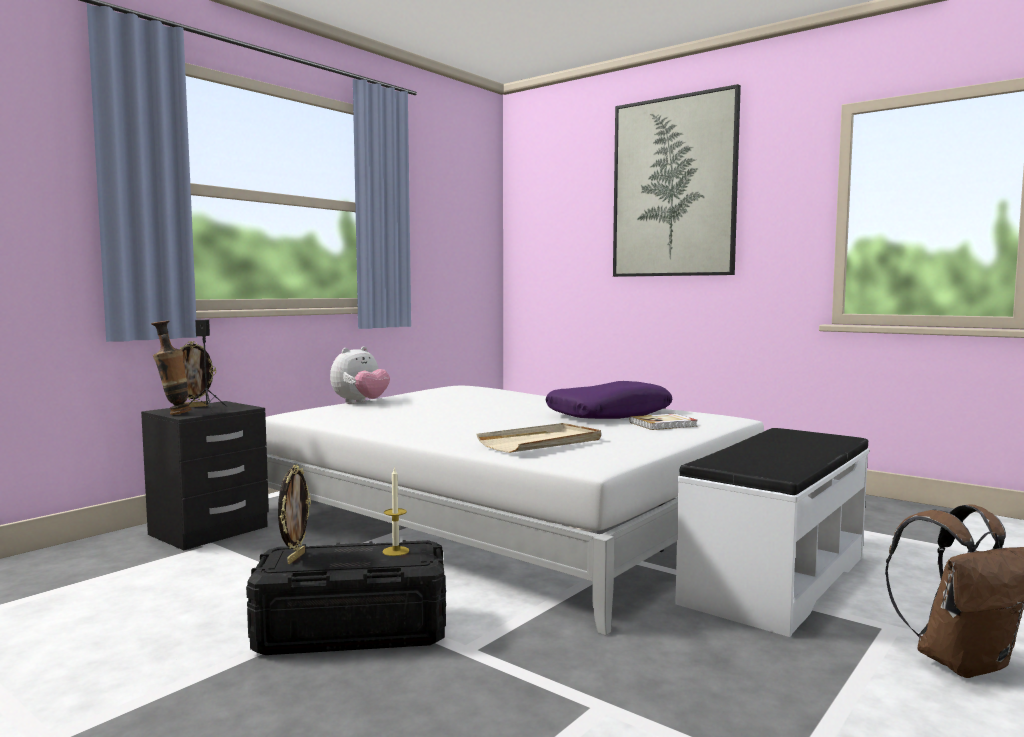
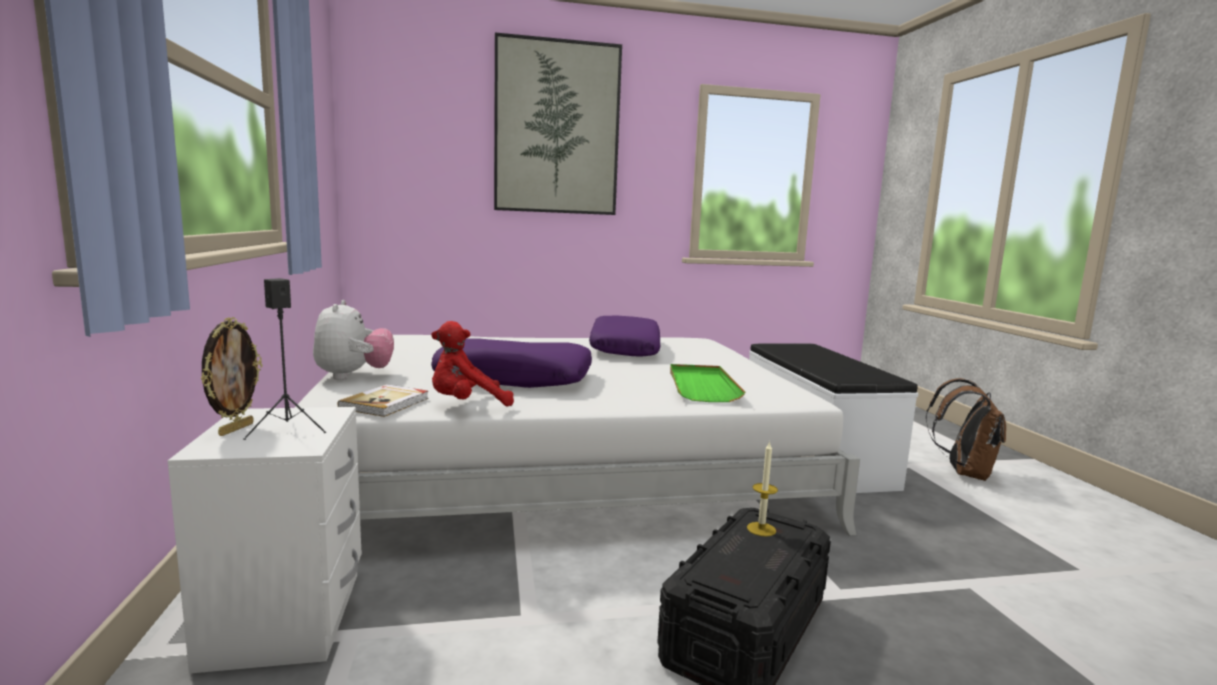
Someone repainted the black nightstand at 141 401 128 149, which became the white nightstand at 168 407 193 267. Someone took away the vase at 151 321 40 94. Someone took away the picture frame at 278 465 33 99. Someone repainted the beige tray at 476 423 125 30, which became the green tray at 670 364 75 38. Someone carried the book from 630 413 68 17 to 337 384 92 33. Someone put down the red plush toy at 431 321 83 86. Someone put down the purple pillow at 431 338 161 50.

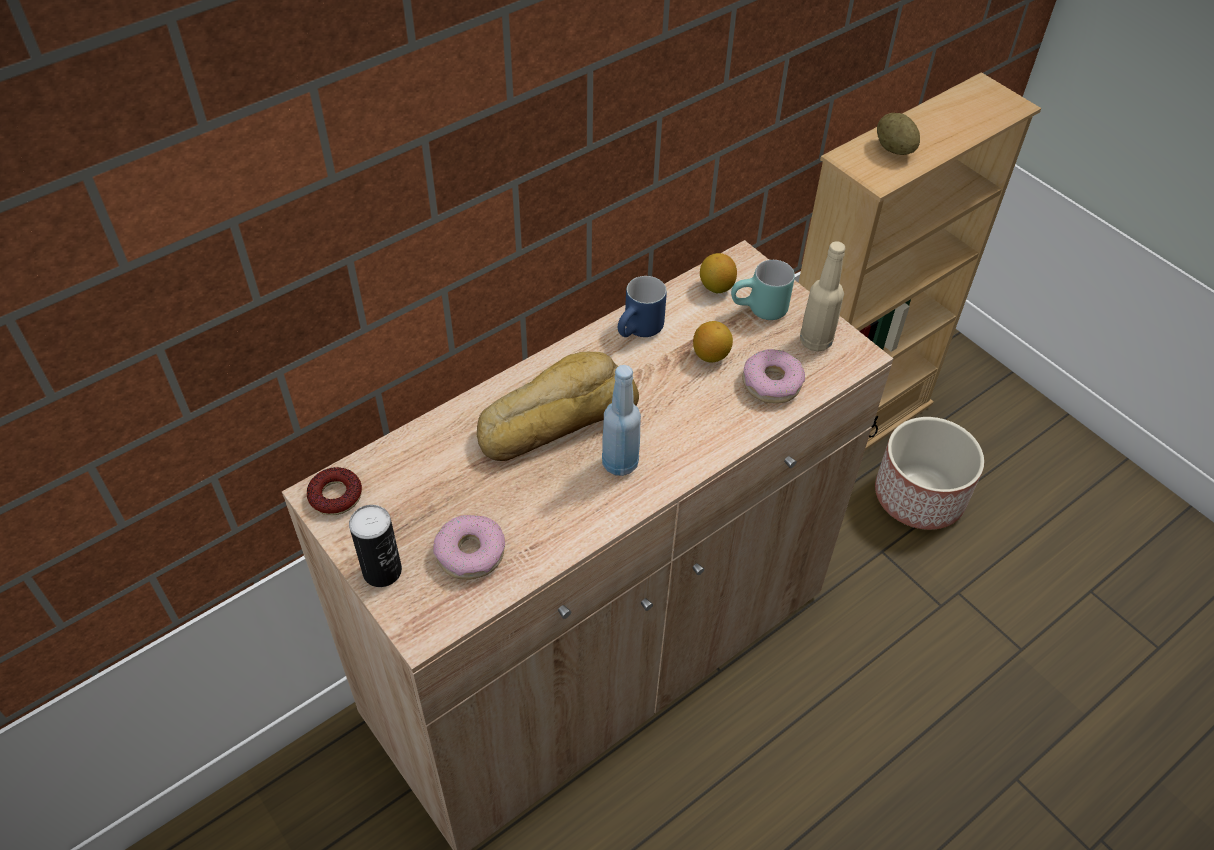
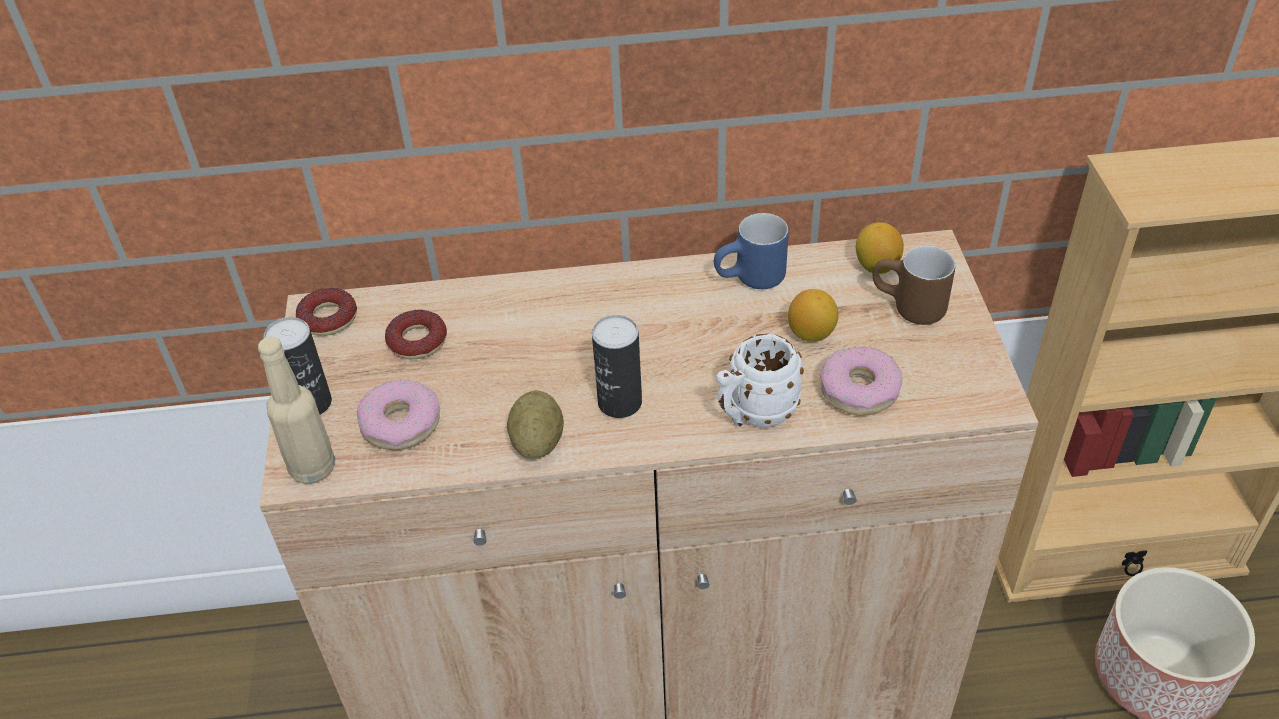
Someone took away the bread at 476 352 163 109. Someone swapped the blue bottle at 602 365 39 111 for the can at 592 315 50 103. Someone repainted the turquoise mug at 731 260 64 60, which became the brown mug at 872 246 83 79. Someone carried the beige bottle from 800 241 46 111 to 258 337 77 147. Someone carried the potato from 877 113 43 42 to 507 390 57 69. Someone put down the donut at 385 310 62 49. Someone put down the white mug at 716 334 88 93.

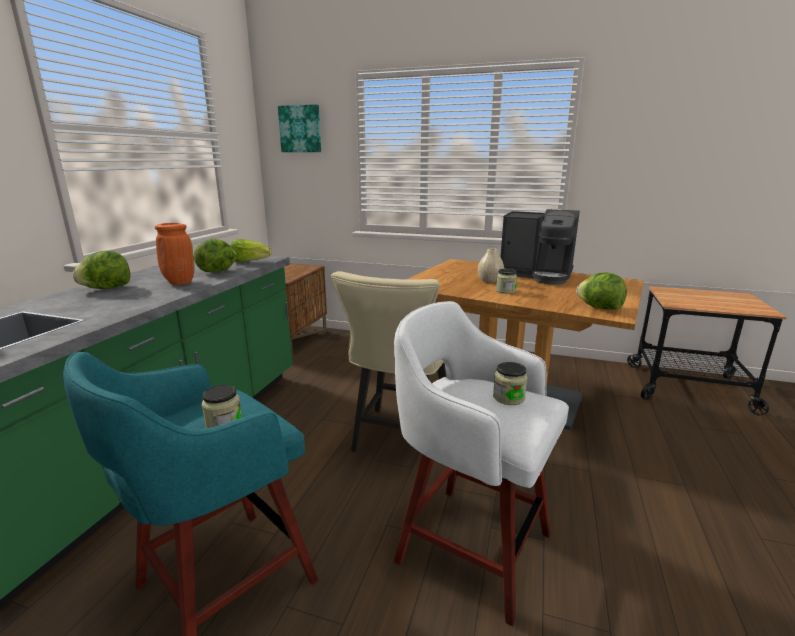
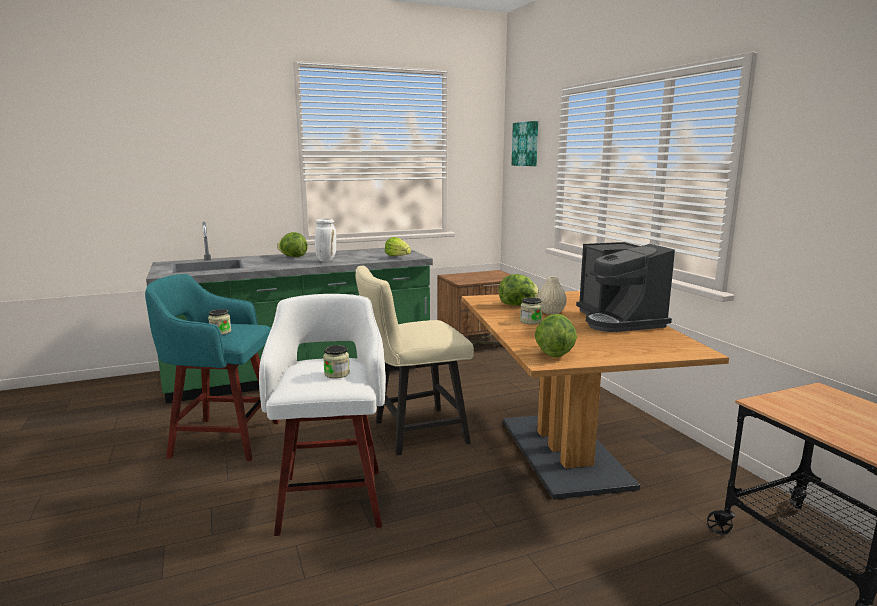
Someone repainted the orange vase at 155 223 39 62, which became the white vase at 315 219 21 43. Someone carried the lettuce from 194 239 42 33 to 499 274 40 31.

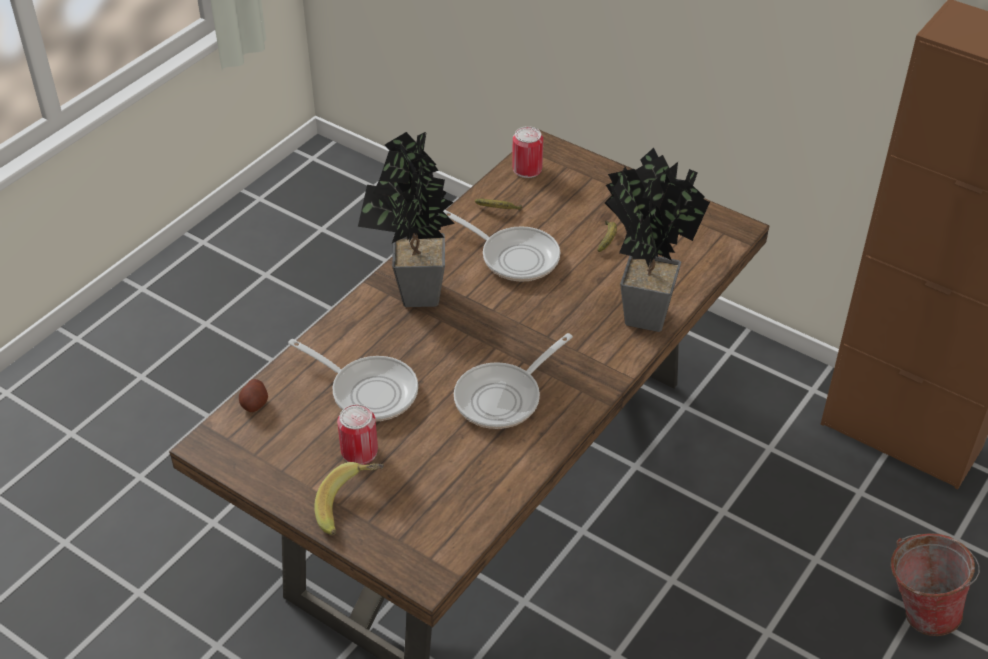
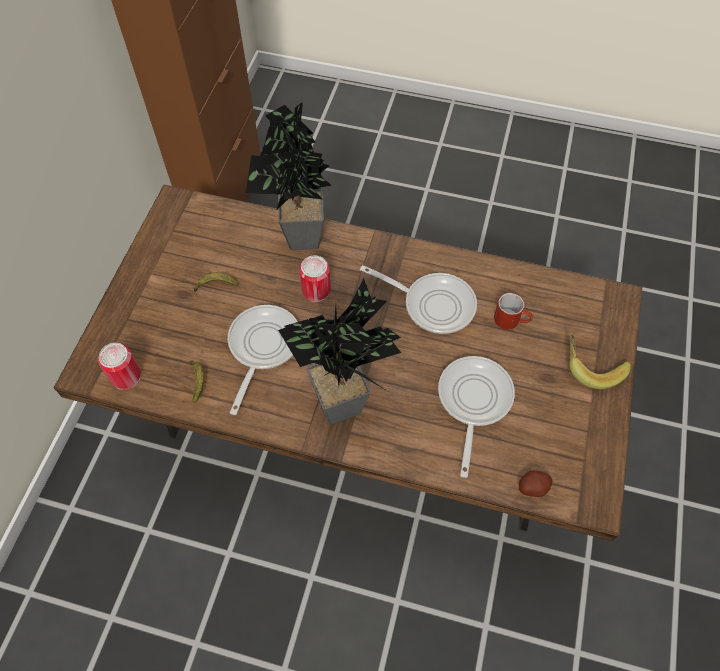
Someone carried the can from 337 404 41 61 to 299 255 32 47. Someone took away the bucket at 891 533 89 103. Someone put down the red mug at 494 293 39 37.

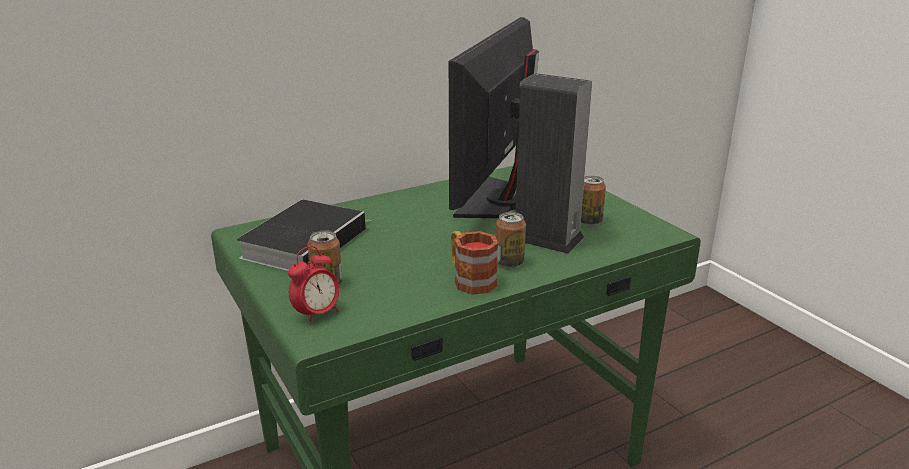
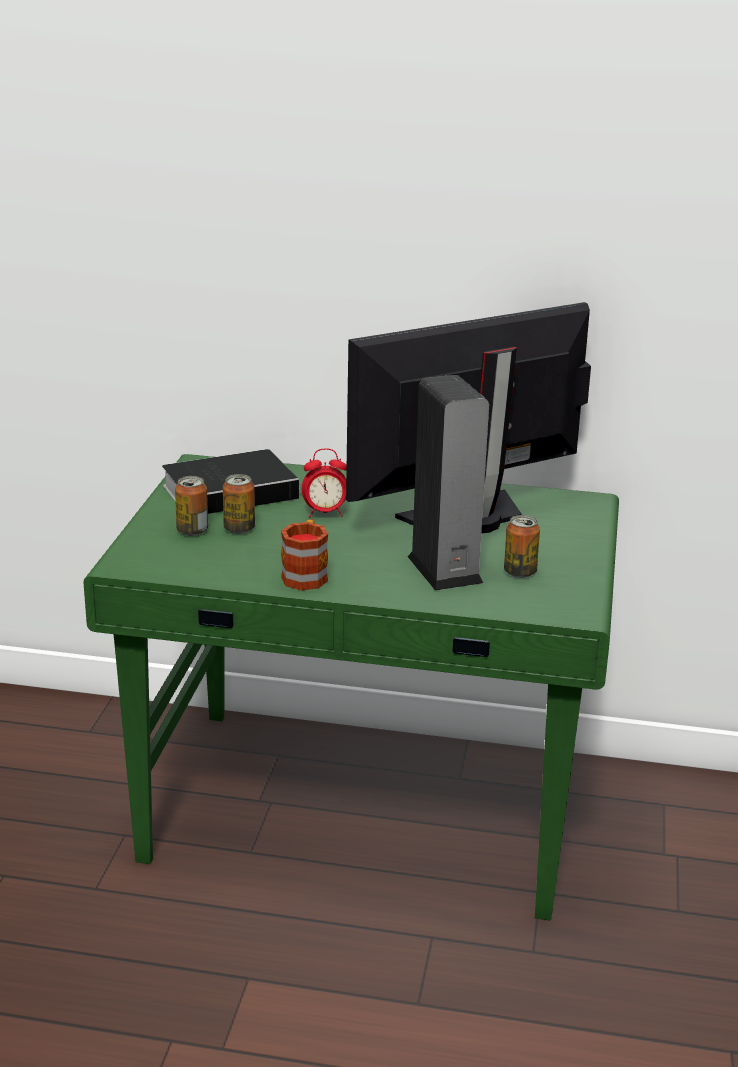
Someone carried the alarm clock from 288 246 51 79 to 302 448 45 69. Someone carried the can from 496 212 30 56 to 223 474 32 60.

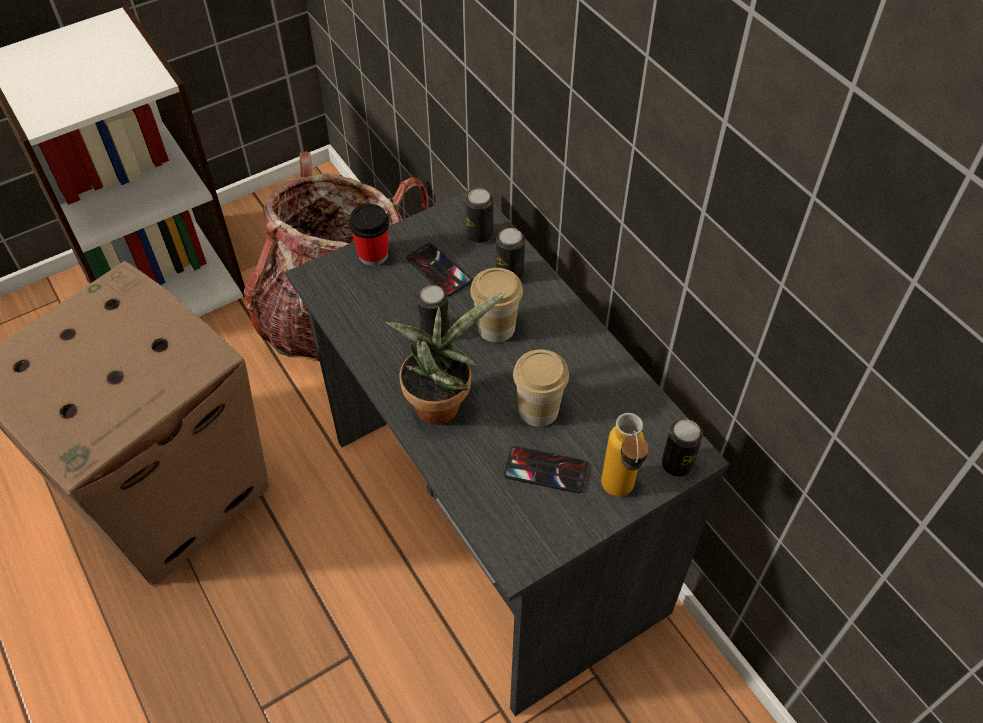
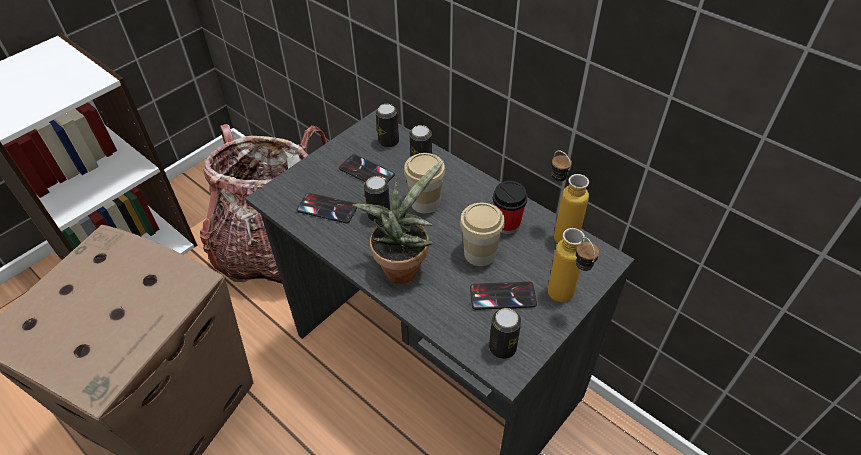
Someone carried the cup from 349 204 40 62 to 493 181 35 53. Someone carried the can from 662 419 41 58 to 489 308 32 51. Someone put down the phone at 297 193 60 30. Someone put down the bottle at 551 151 38 93.

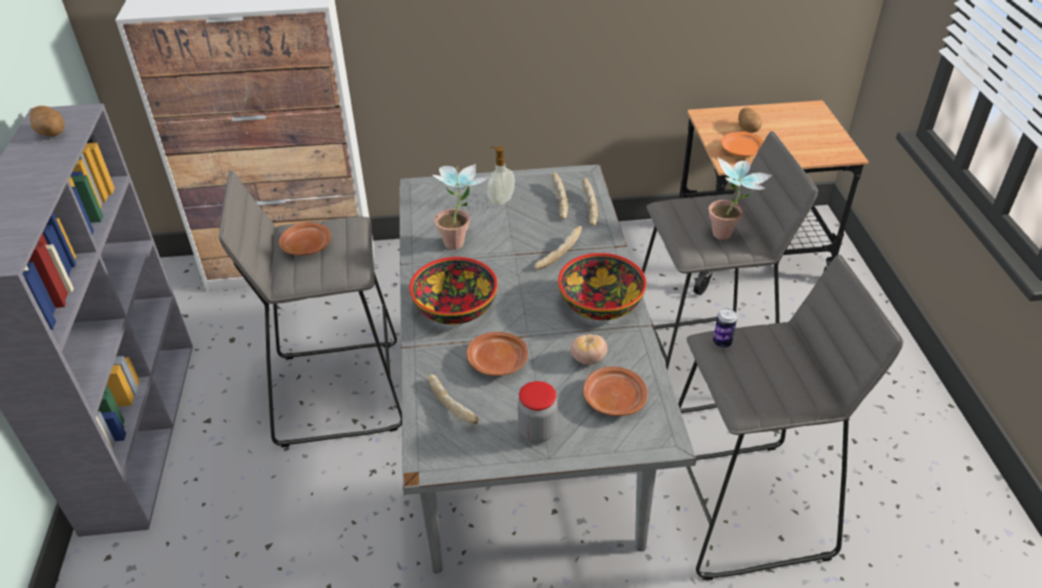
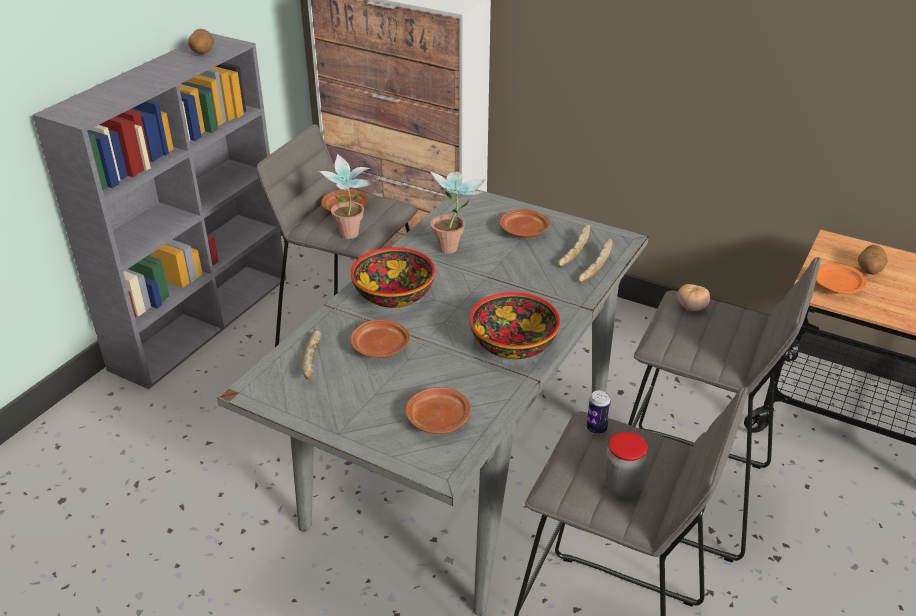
Someone swapped the soap dispenser at 487 146 28 60 for the brown plate at 500 209 50 29. Someone carried the jar from 518 381 40 62 to 603 432 45 65. Someone took away the bread at 534 226 48 44. Someone carried the tomato from 570 334 37 31 to 678 284 32 27. Someone carried the potted plant from 709 158 64 82 to 319 154 51 85.

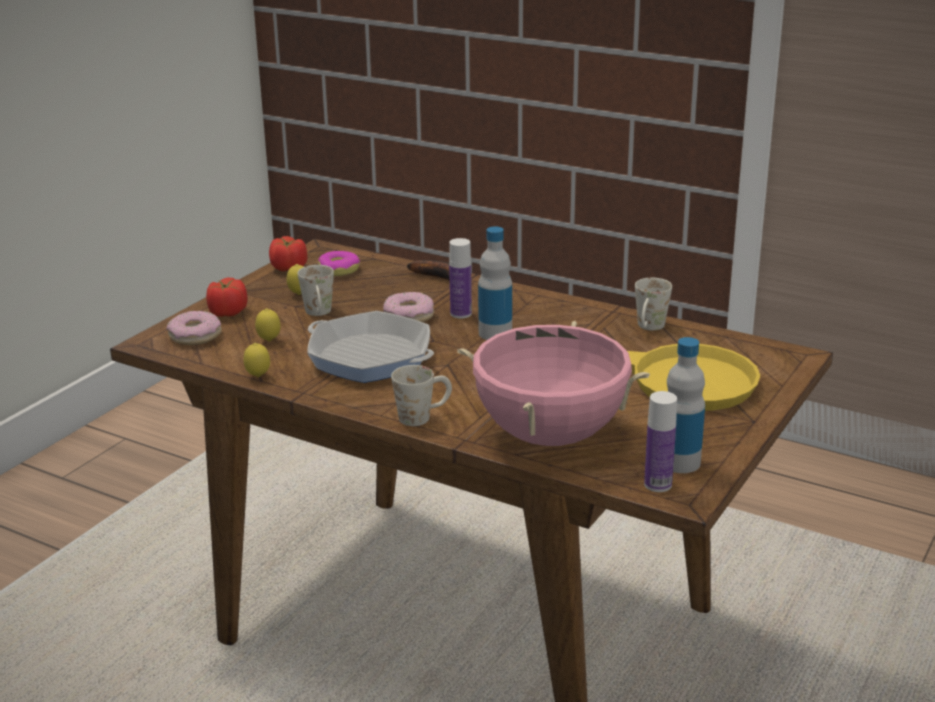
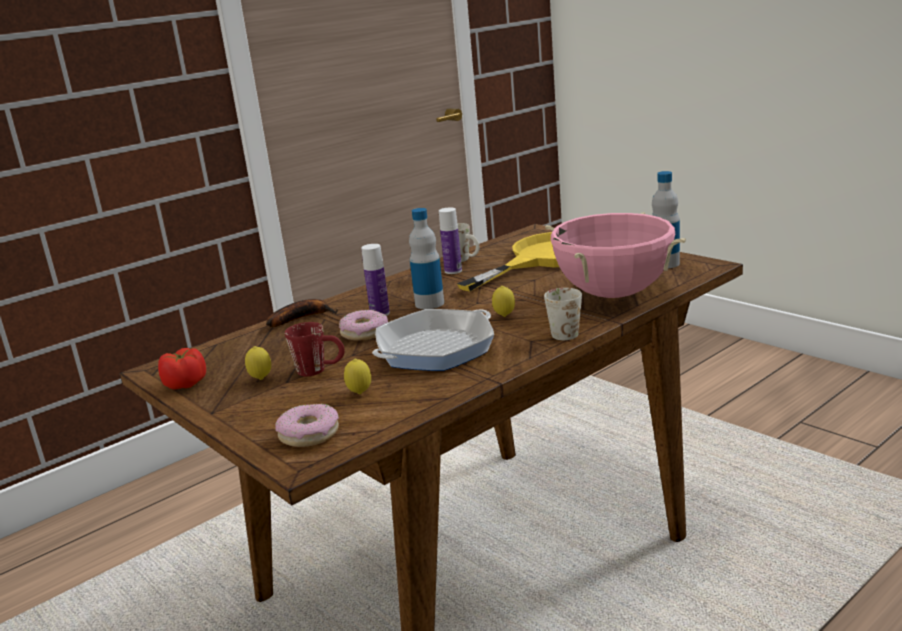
Someone took away the tomato at 206 277 41 40. Someone carried the lemon from 243 343 27 34 to 492 286 23 31. Someone repainted the white mug at 298 265 36 51, which became the red mug at 285 322 60 54. Someone took away the donut at 318 251 42 25. Someone carried the bottle from 644 391 33 101 to 439 207 23 67.

